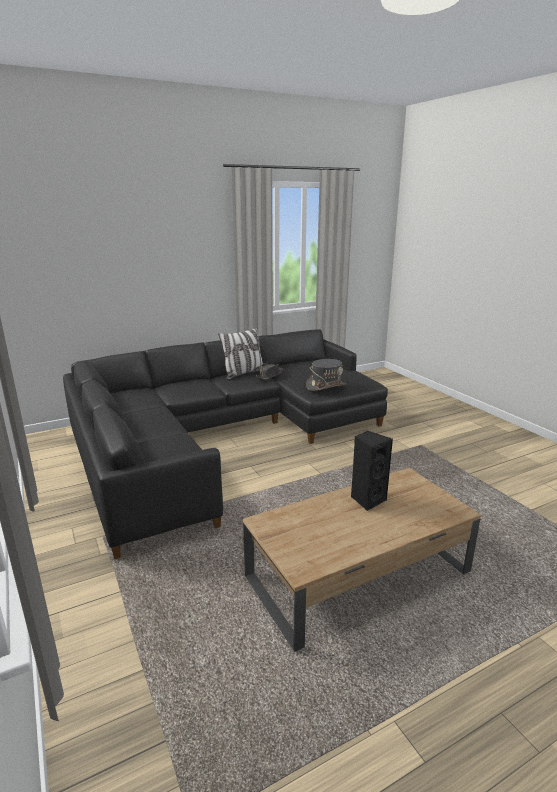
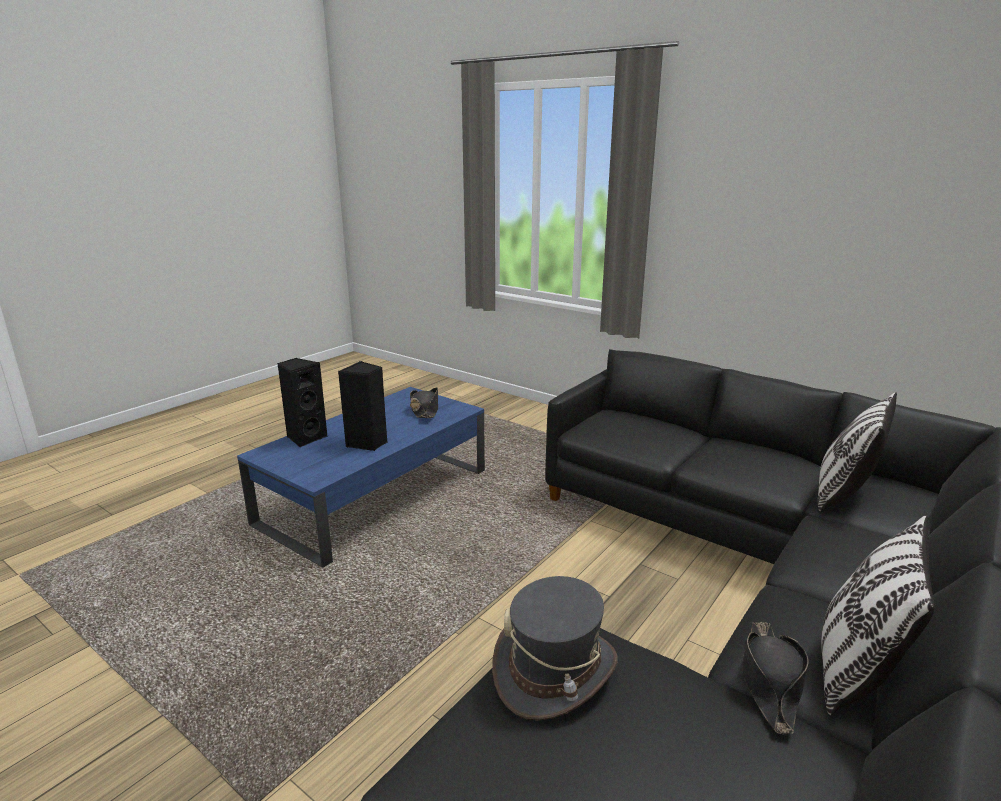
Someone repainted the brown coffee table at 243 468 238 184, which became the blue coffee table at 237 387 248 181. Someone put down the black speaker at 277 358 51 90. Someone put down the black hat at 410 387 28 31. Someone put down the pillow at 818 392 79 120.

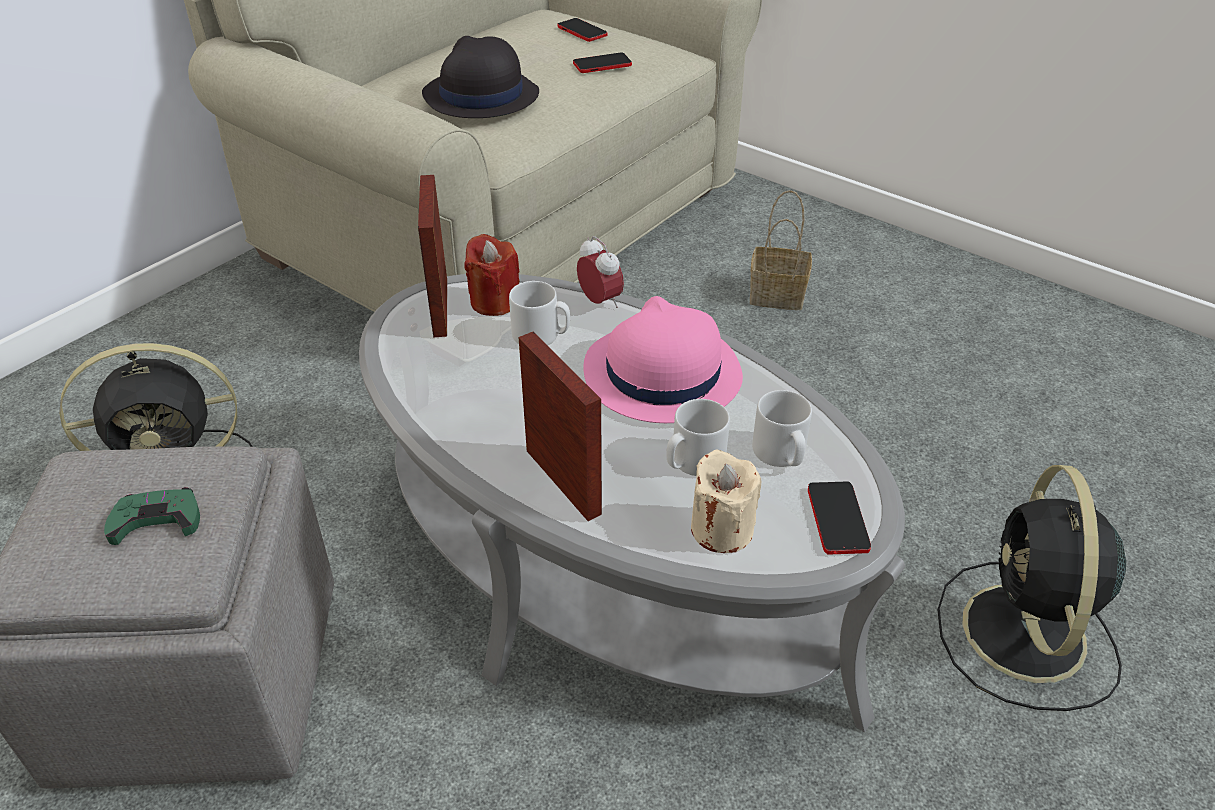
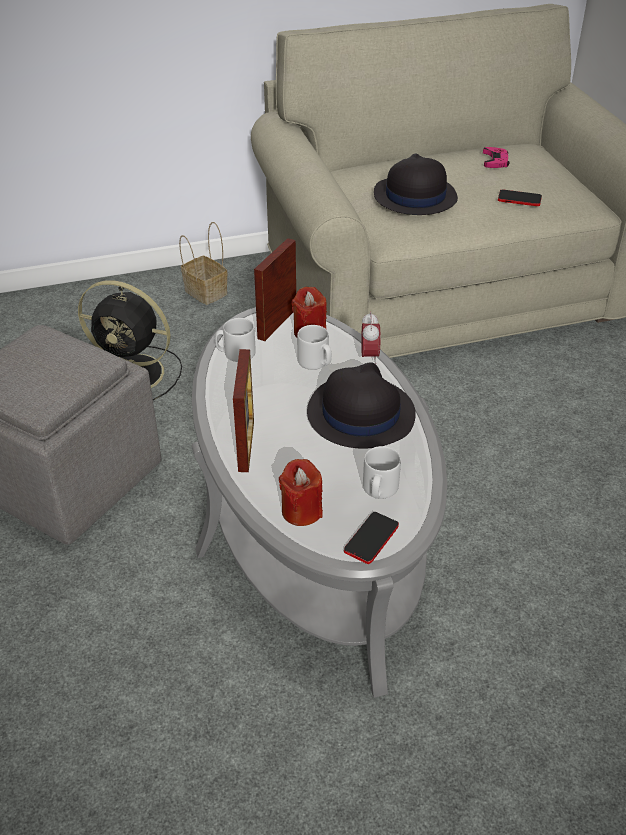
Someone took away the green game controller at 104 487 96 58. Someone took away the phone at 558 18 50 24. Someone repainted the pink hat at 583 296 160 127, which became the black hat at 307 362 109 87. Someone carried the grey mug from 666 399 64 77 to 215 318 41 44. Someone repainted the beige candle at 691 449 70 104, which became the red candle at 279 459 44 67. Someone carried the basket from 750 190 62 120 to 179 222 49 83. Someone took away the black fan at 938 465 188 246. Someone put down the pink game controller at 483 147 27 21.

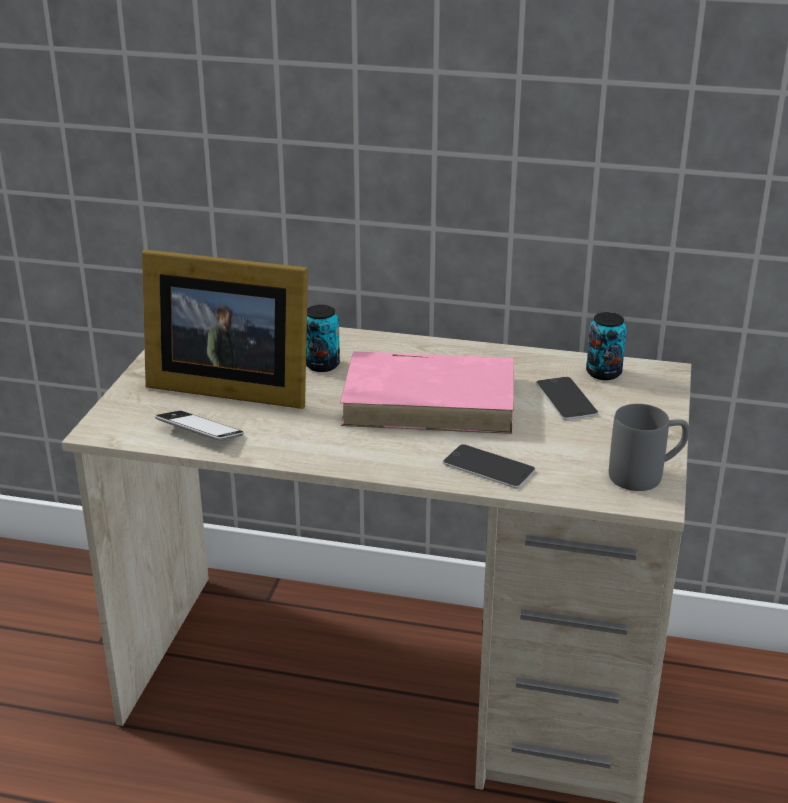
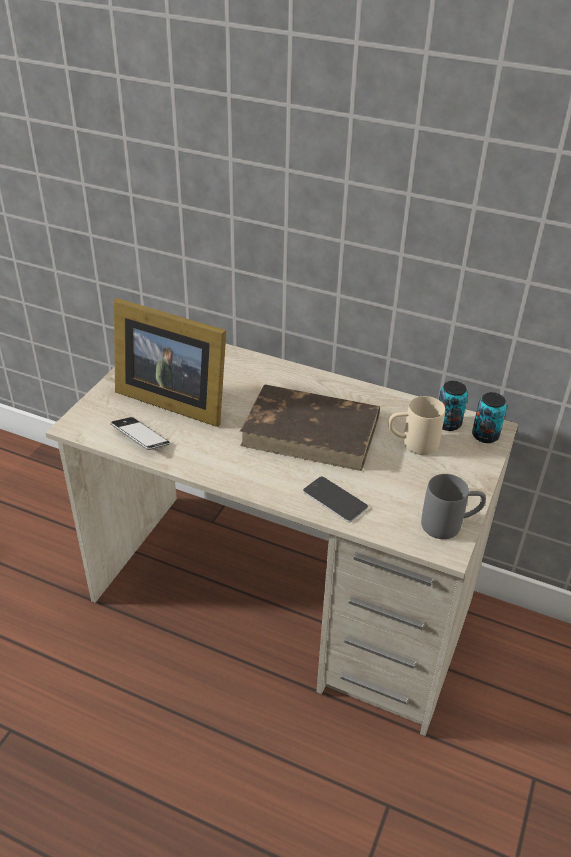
Someone carried the can from 306 305 34 67 to 472 392 35 51. Someone repainted the pink book at 340 351 174 83, which became the brown book at 240 384 140 87. Someone swapped the phone at 536 377 63 43 for the beige mug at 388 396 57 59.

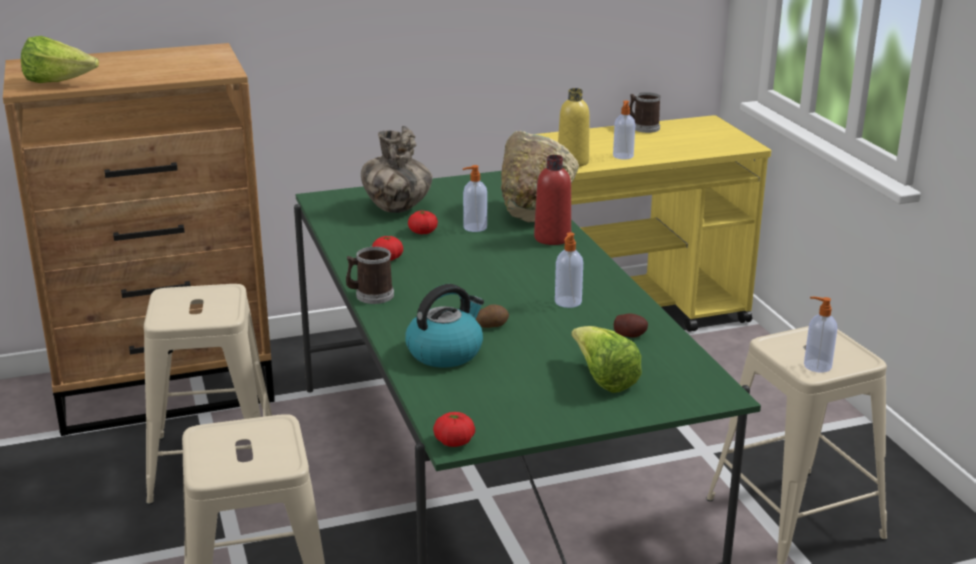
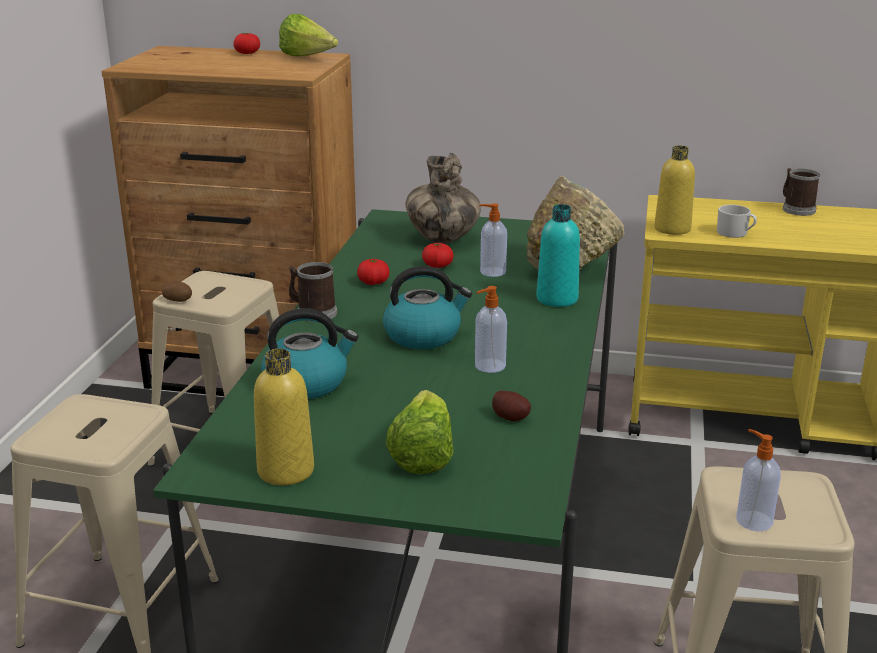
Someone carried the lettuce from 21 36 78 47 to 279 14 59 42. Someone carried the tomato from 433 412 42 35 to 233 33 27 21. Someone carried the potato from 476 305 33 23 to 162 282 30 20. Someone repainted the red bottle at 534 155 37 90, which became the turquoise bottle at 536 204 44 103. Someone swapped the soap dispenser at 613 100 22 60 for the white mug at 717 205 40 33. Someone put down the yellow bottle at 254 349 60 136. Someone put down the kettle at 383 266 89 83.

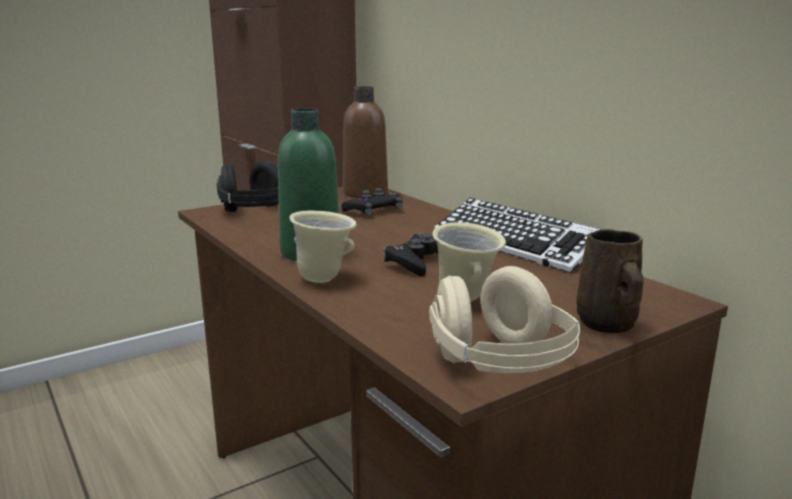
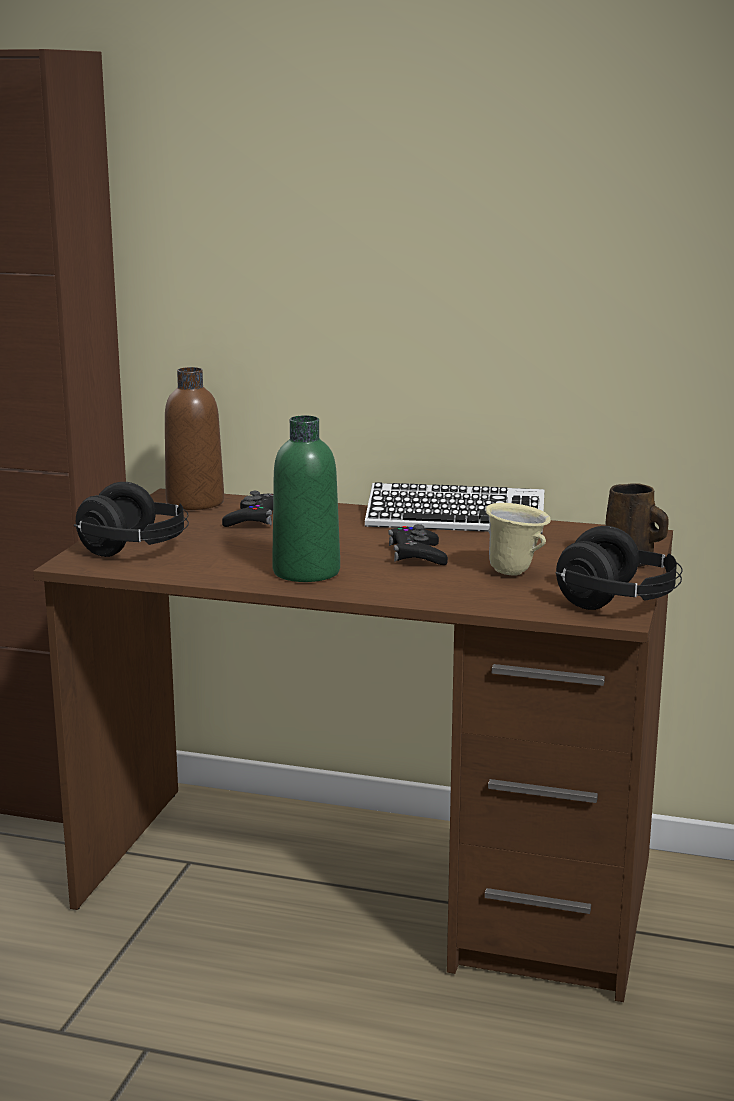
Someone took away the beige mug at 289 211 68 72. Someone repainted the beige headphones at 429 266 151 107, which became the black headphones at 555 526 128 84.

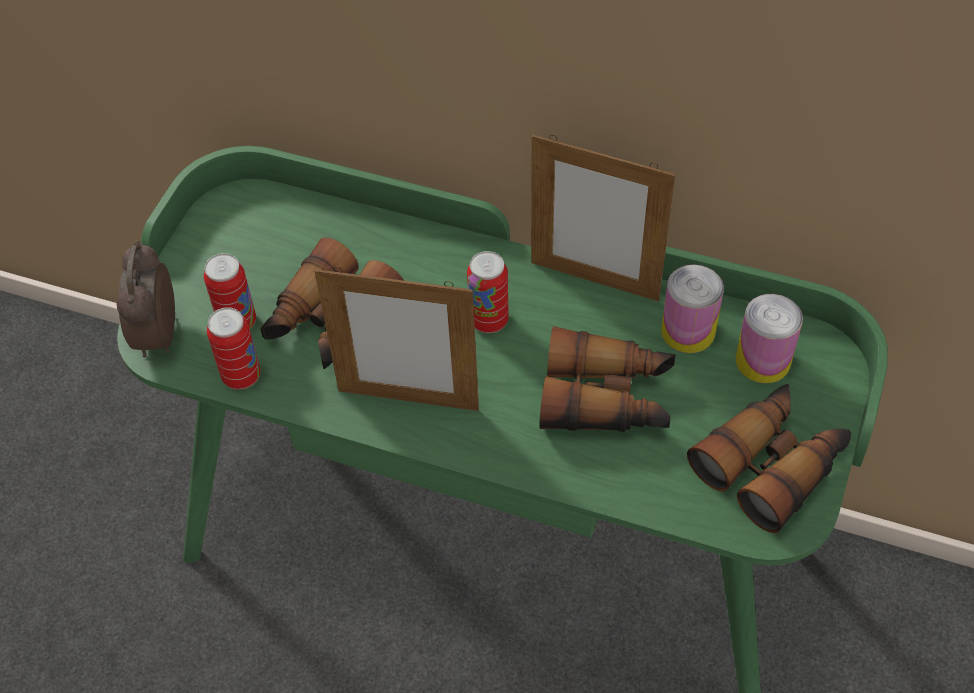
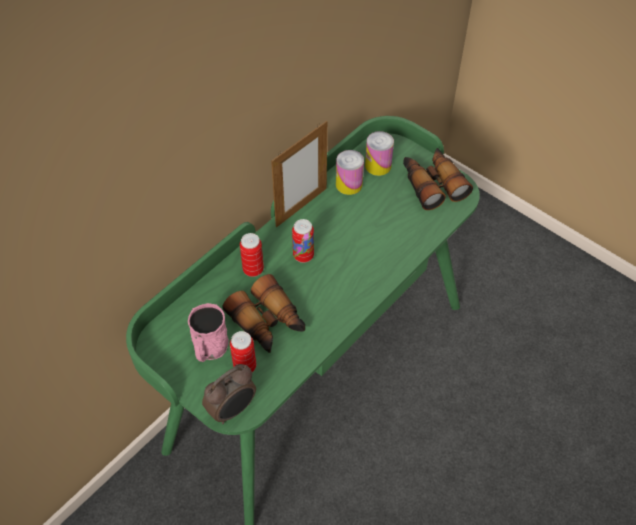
Someone rotated the alarm clock at 116 241 59 116 by 60 degrees counterclockwise. Someone carried the can from 207 307 54 83 to 240 233 24 44. Someone took away the picture frame at 315 267 164 144. Someone took away the binoculars at 540 326 136 106. Someone put down the pink mug at 188 303 41 59.

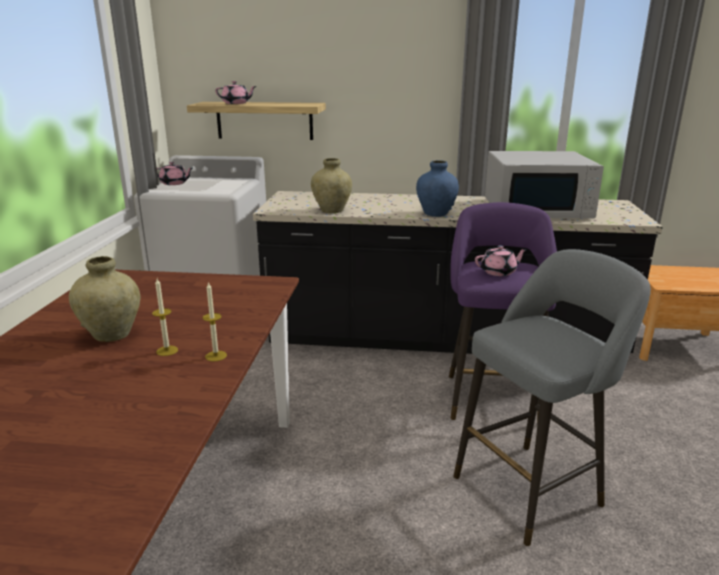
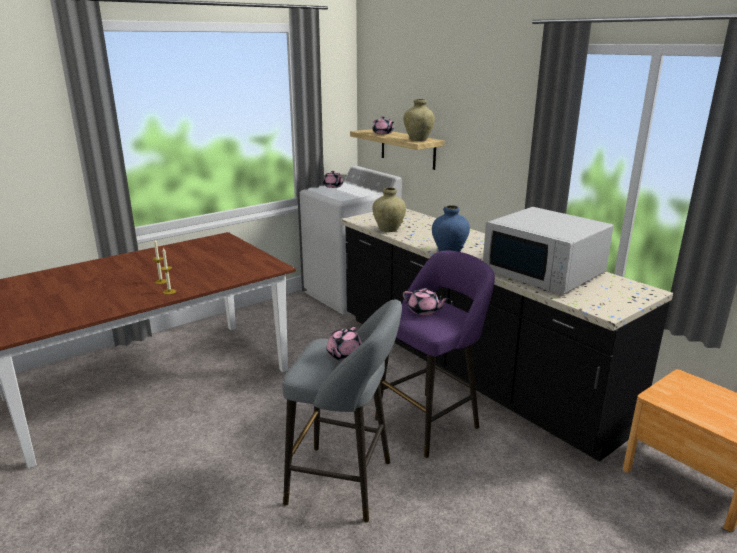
Someone carried the beige vase from 69 256 71 86 to 403 99 32 42. Someone put down the pink teapot at 326 327 36 34.

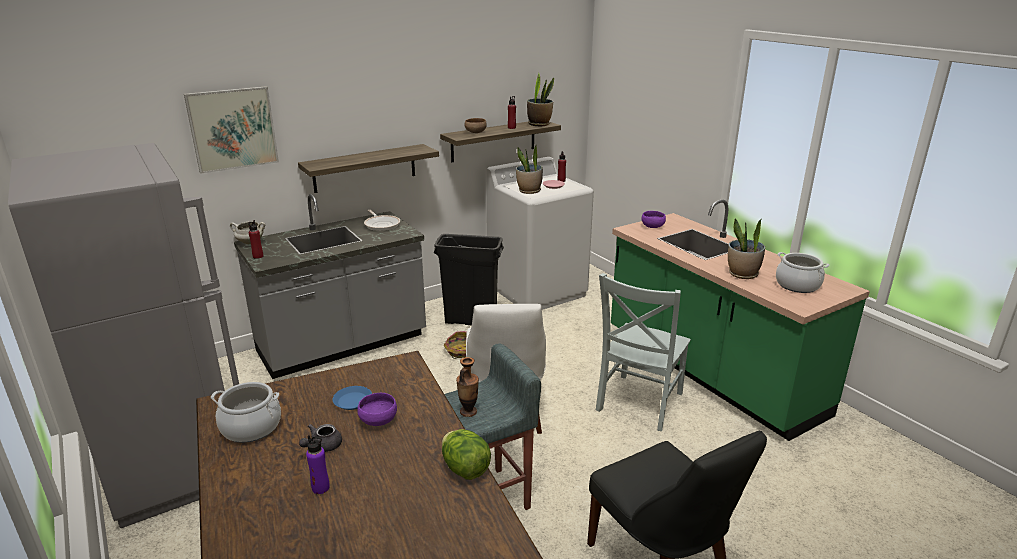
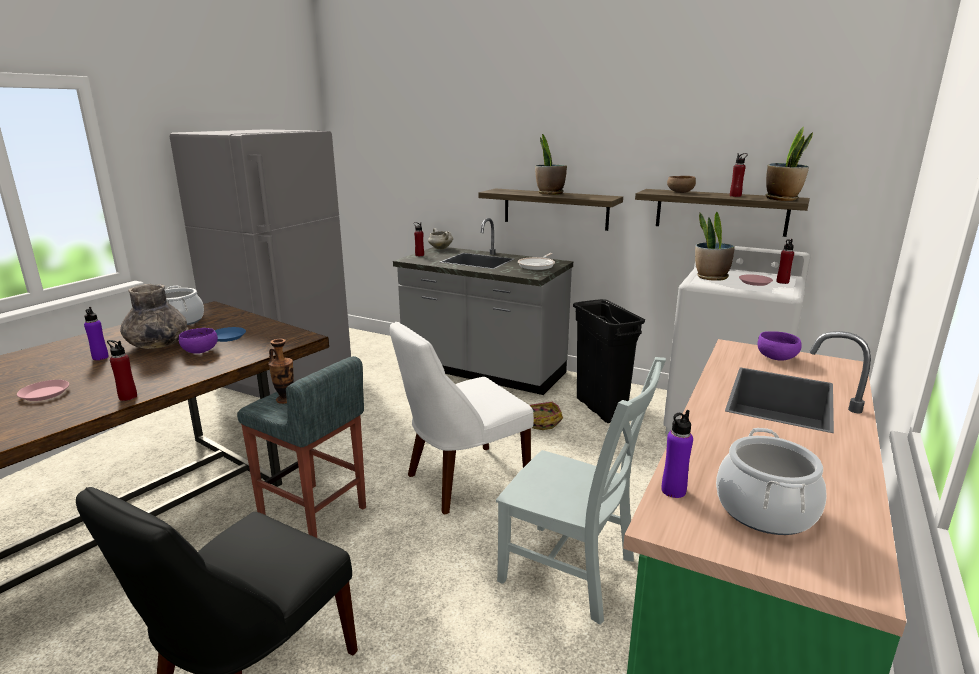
Someone took away the picture at 184 86 95 88. Someone swapped the grey teapot at 299 424 43 28 for the grey vase at 120 284 67 65. Someone swapped the lettuce at 442 429 49 51 for the red bottle at 107 340 30 61. Someone rotated the grey chair at 596 273 95 158 by 150 degrees counterclockwise. Someone carried the potted plant from 728 219 37 60 to 535 134 32 61. Someone put down the pink plate at 17 380 52 21. Someone put down the purple bottle at 662 410 31 88.

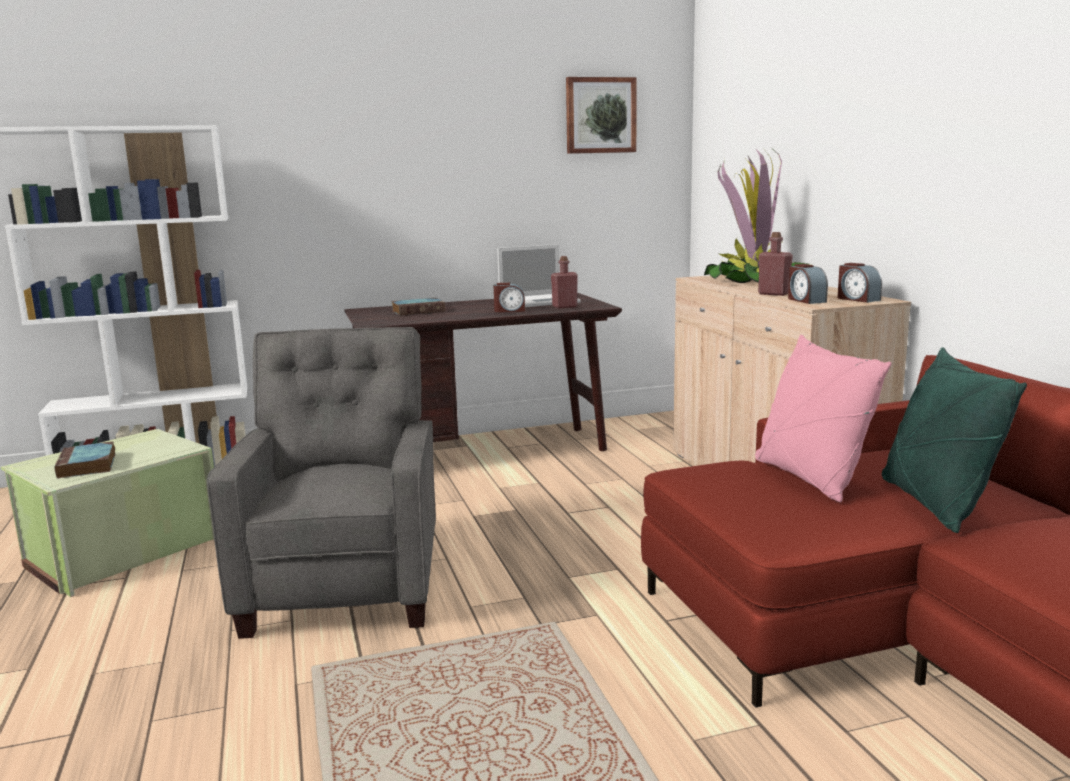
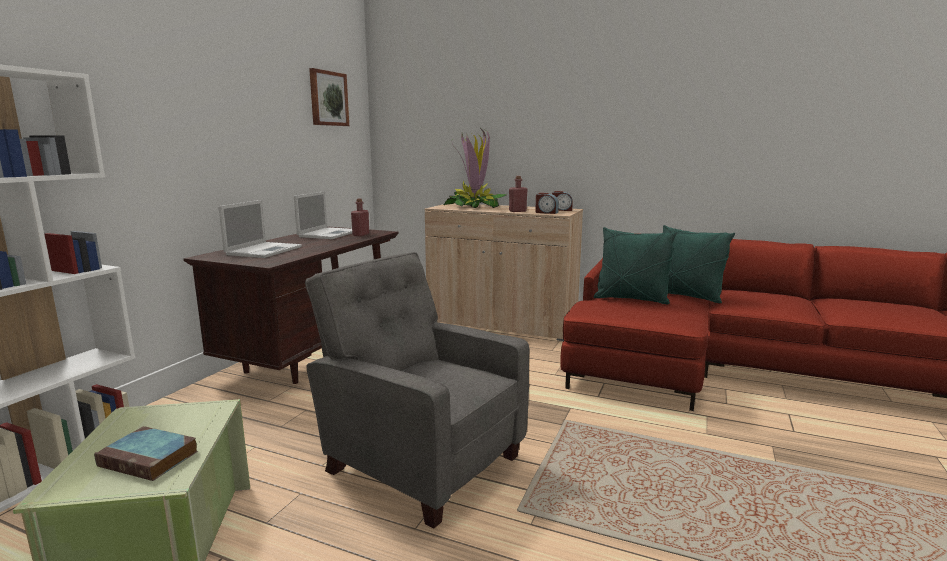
Someone swapped the book at 391 298 54 18 for the laptop at 218 200 84 58. Someone took away the alarm clock at 494 283 31 29. Someone repainted the pink pillow at 755 335 136 167, which became the green pillow at 594 227 83 77.

